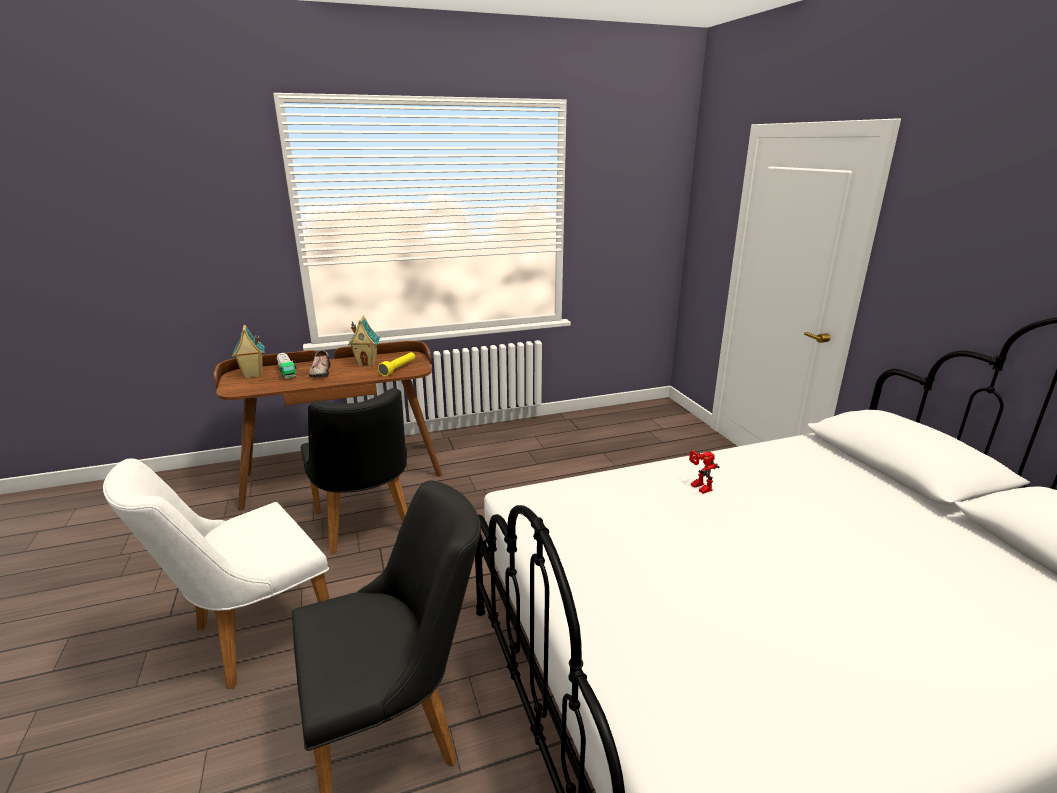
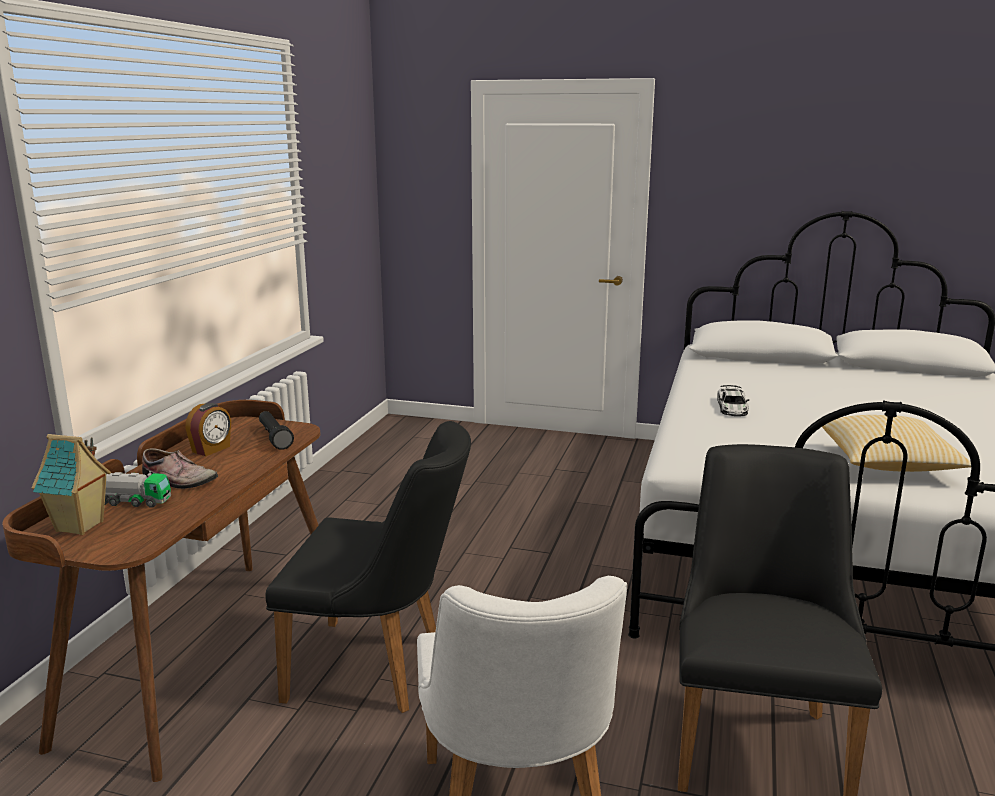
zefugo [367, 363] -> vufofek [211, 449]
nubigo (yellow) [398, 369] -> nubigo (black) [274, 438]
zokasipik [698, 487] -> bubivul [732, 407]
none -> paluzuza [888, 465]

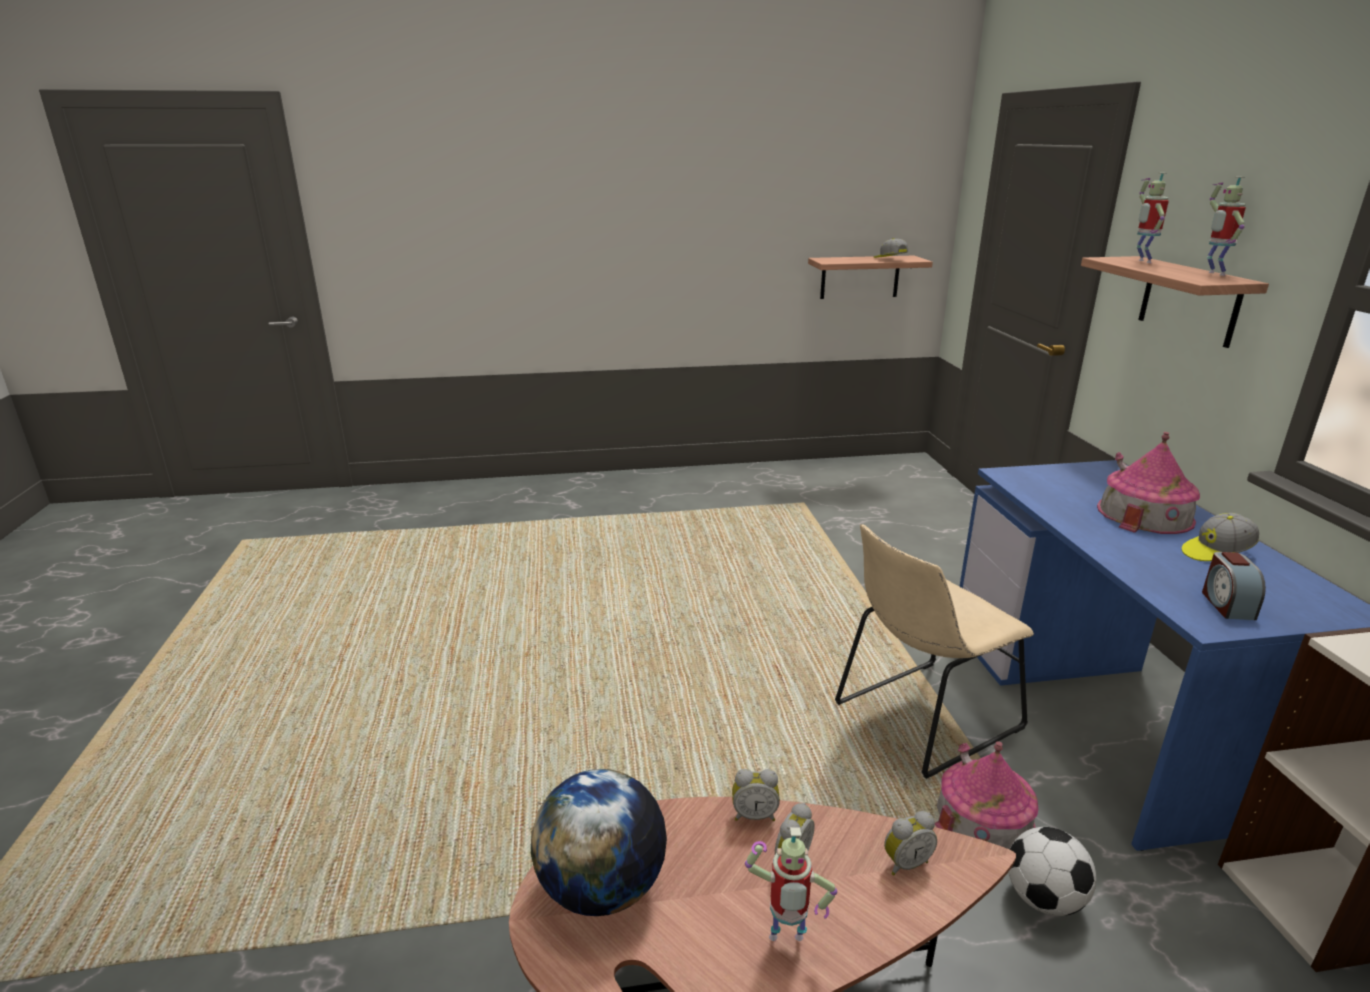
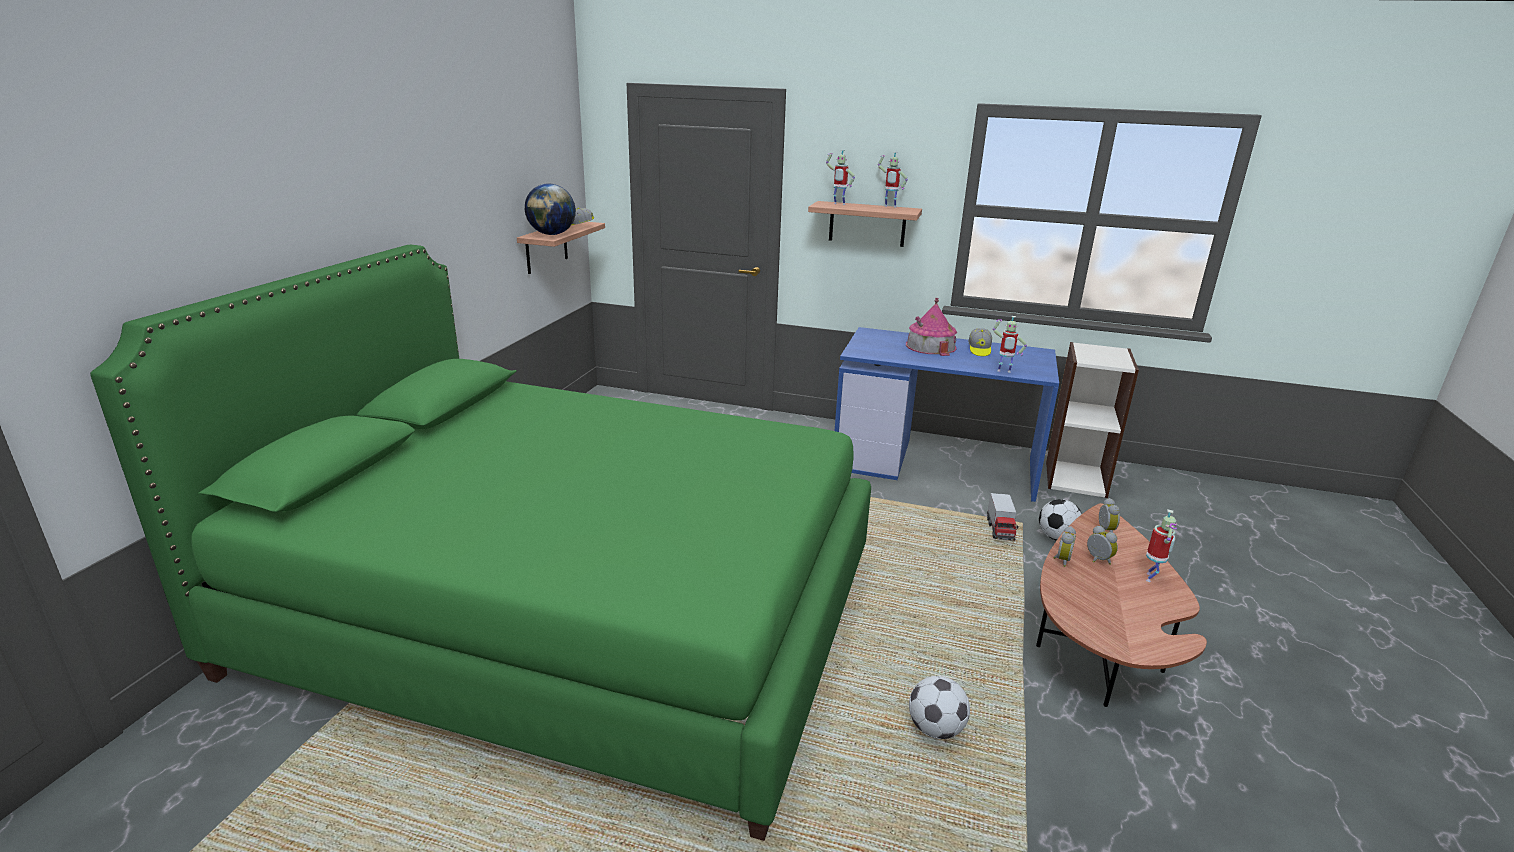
none -> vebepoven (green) [570, 616]
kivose [602, 888] -> kivose [552, 234], moved
none -> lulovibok [935, 729]
zefugo [983, 818] -> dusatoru [1000, 530]
none -> zokasipik [1003, 372]
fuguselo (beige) [921, 719] -> none
vufofek [1226, 604] -> none

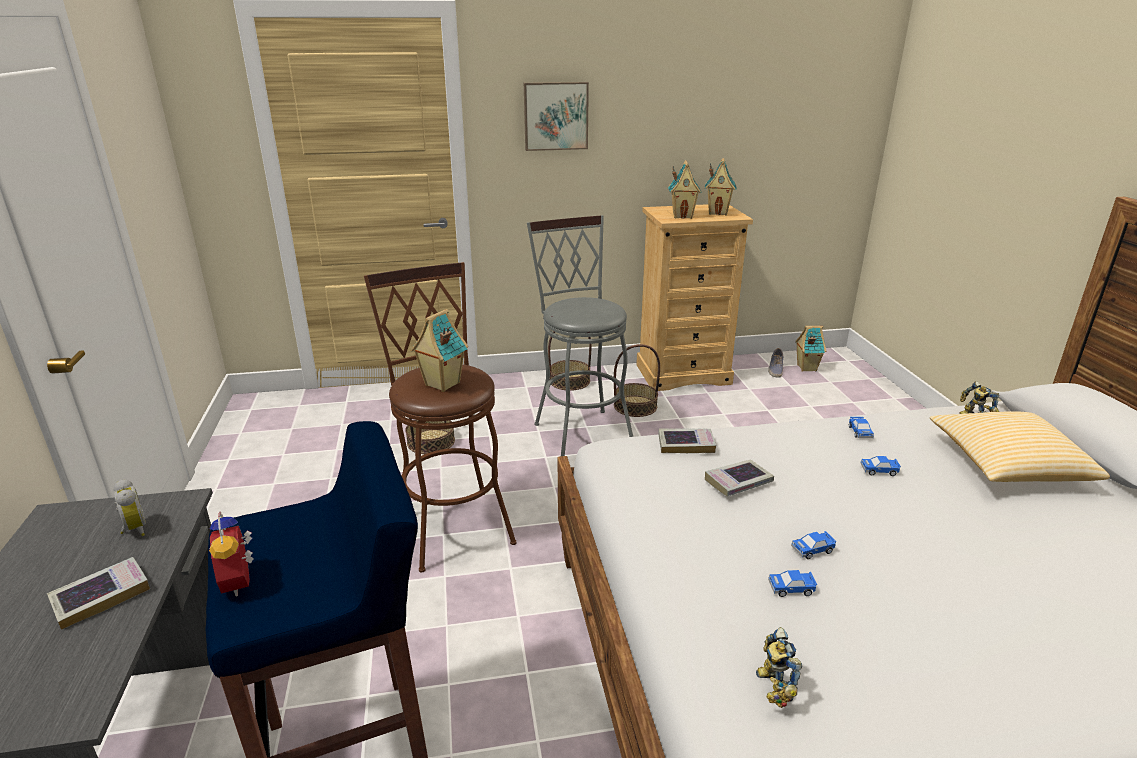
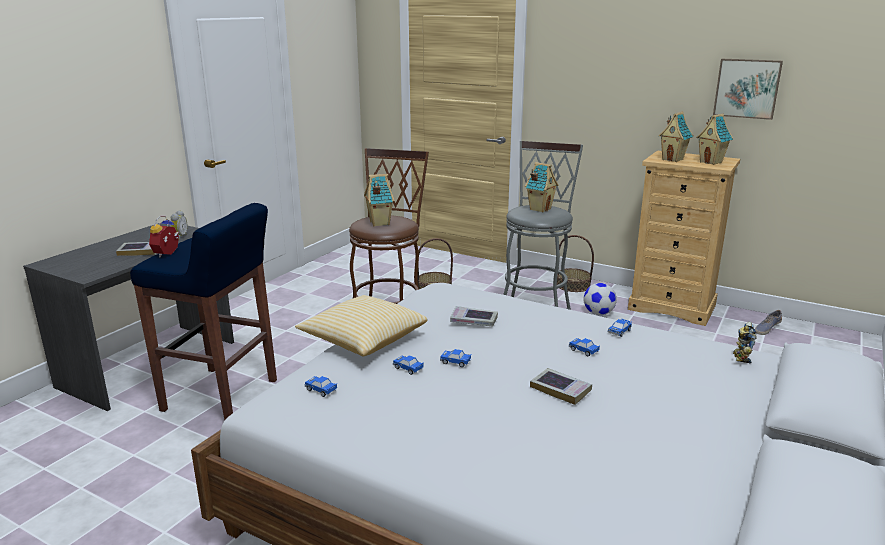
paluzuza [1006, 465] -> paluzuza [363, 340], moved
zokasipik [771, 687] -> bubivul [321, 390]
zefugo [806, 368] -> zefugo [540, 209], moved
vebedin [686, 444] -> vebedin [560, 389], moved
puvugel [635, 406] -> lulovibok [598, 313]
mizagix [555, 116] -> mizagix [747, 88], moved

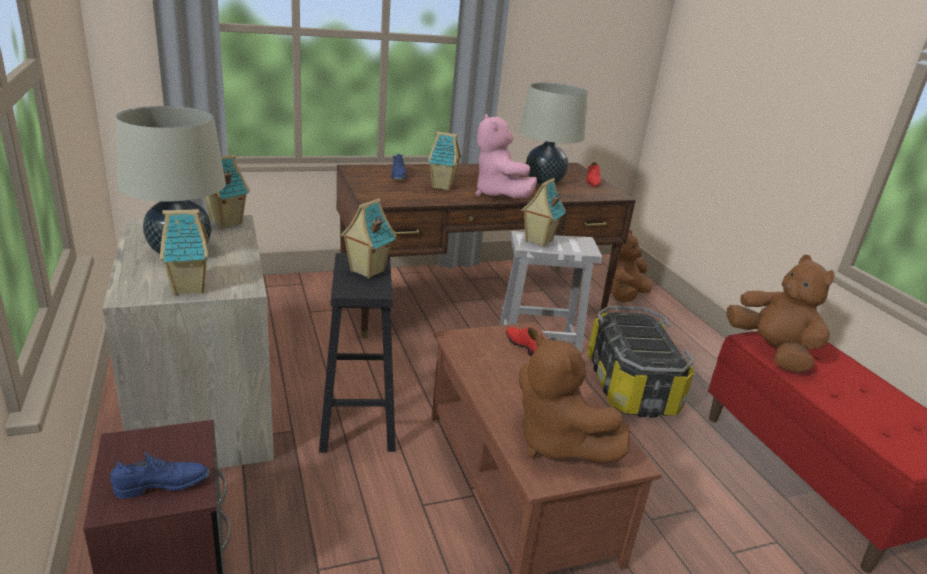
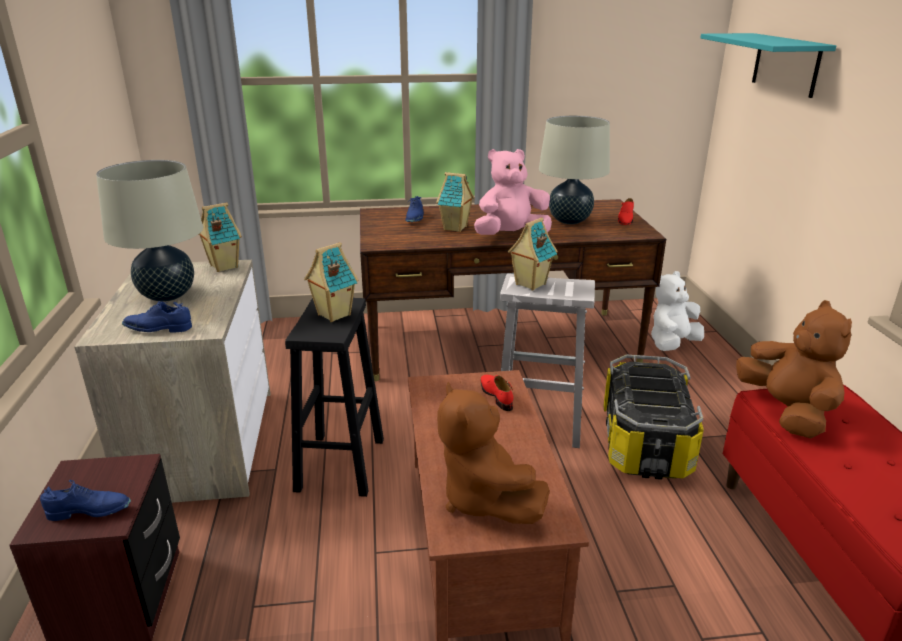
zefugo [190, 288] -> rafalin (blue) [158, 329]
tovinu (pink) [498, 195] -> tovinu (pink) [510, 236], 75 degrees clockwise
tovinu (brown) [624, 296] -> tovinu (white) [672, 344]
none -> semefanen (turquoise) [785, 64]

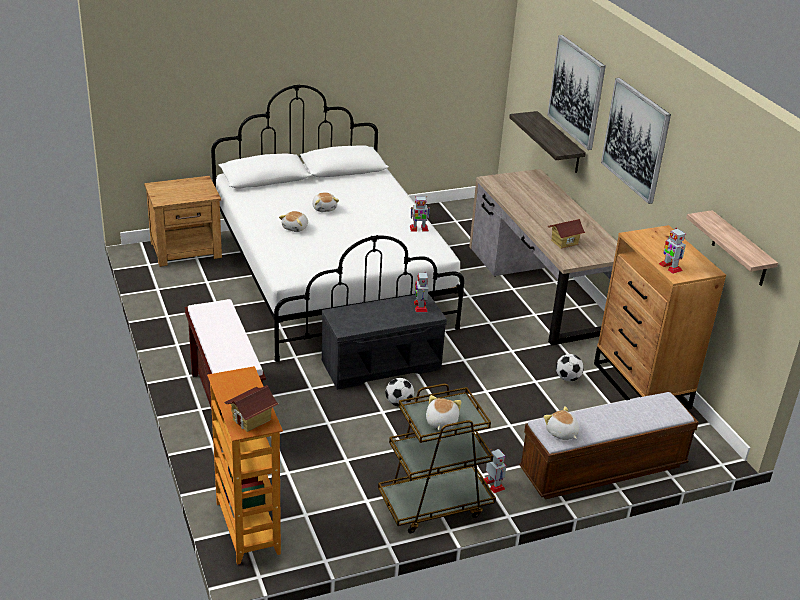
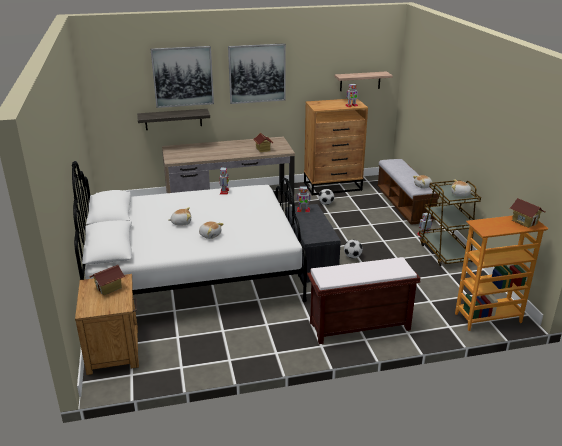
none -> zefugo [109, 288]

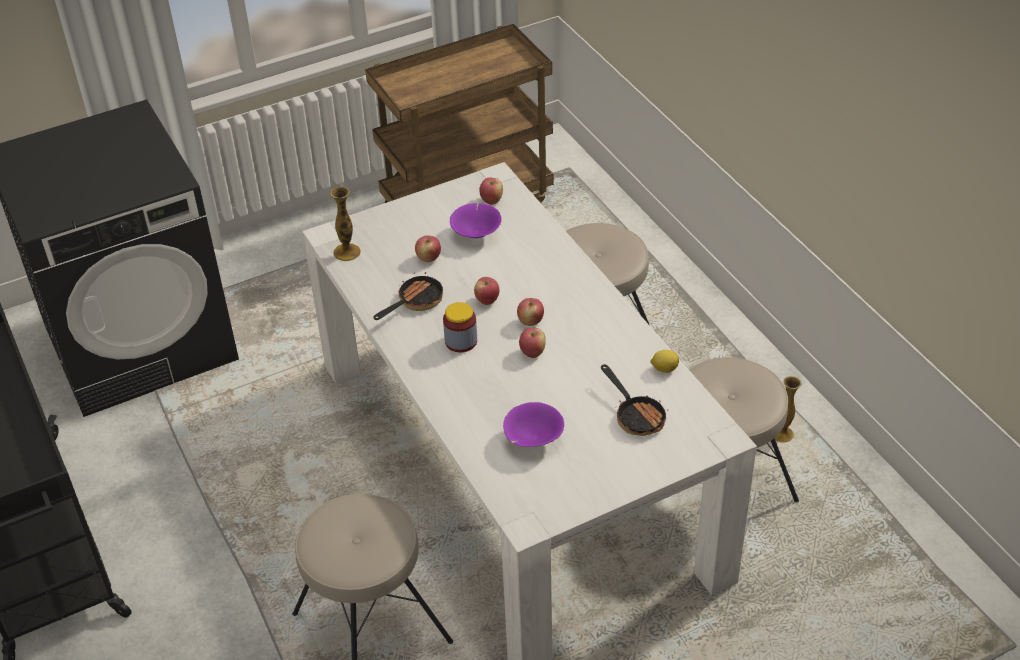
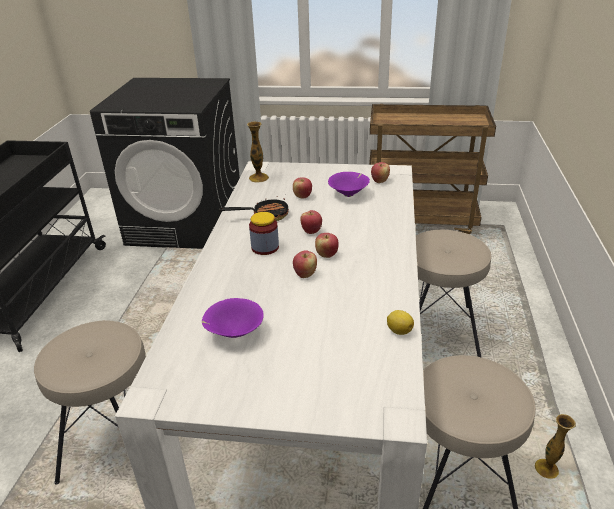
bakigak [636, 415] -> none

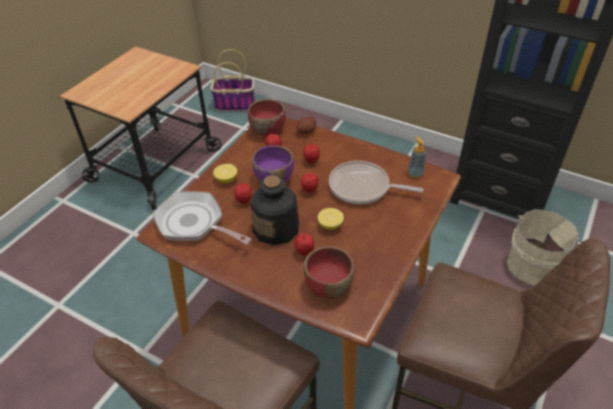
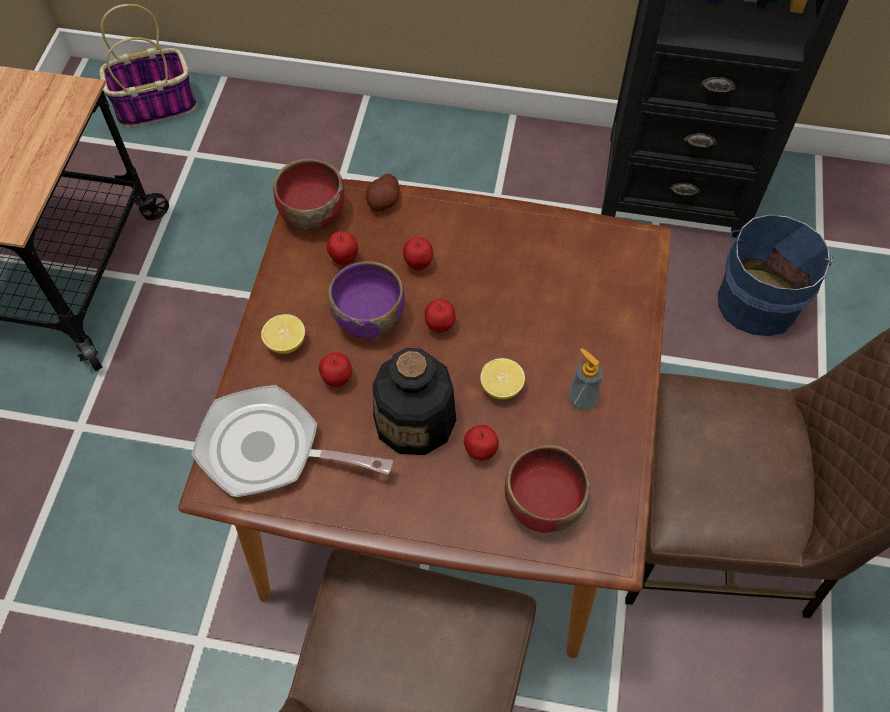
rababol [415, 174] -> rababol [582, 399], moved
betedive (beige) [534, 264] -> betedive (blue) [758, 299]
bakigak [363, 188] -> none

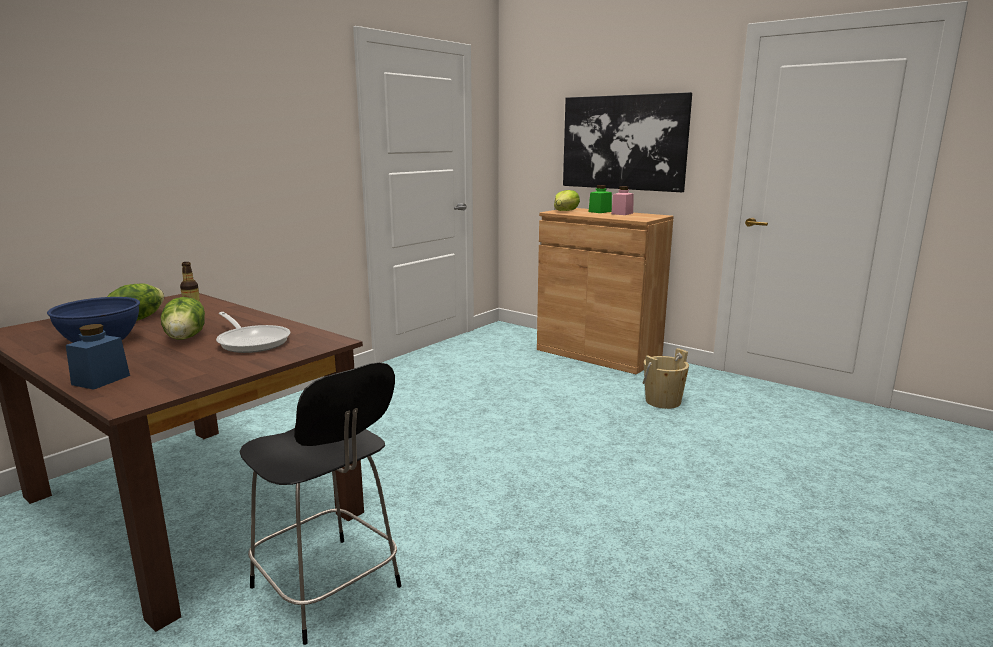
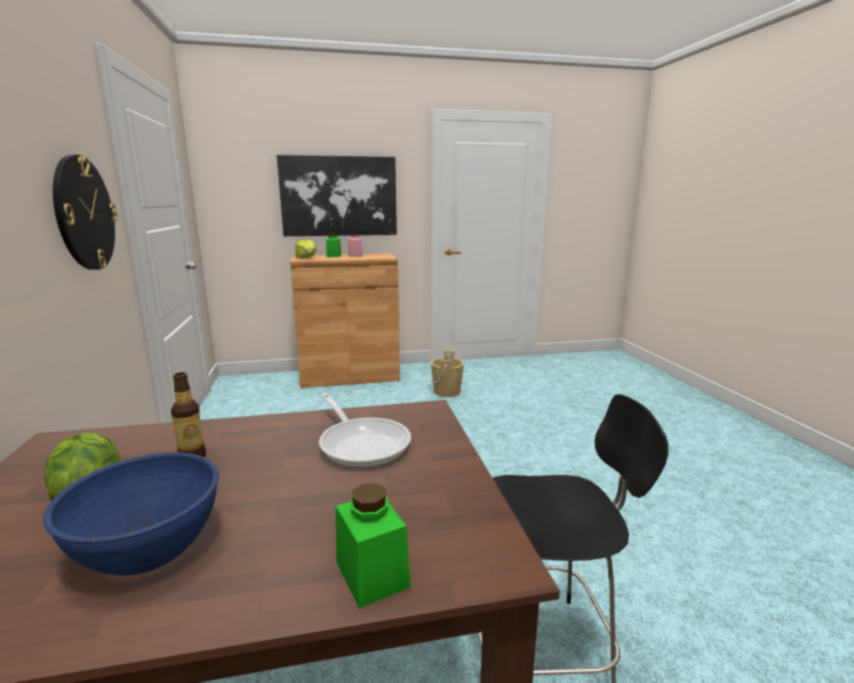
none -> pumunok [84, 213]
bakigak [252, 341] -> bakigak [362, 443], 60 degrees clockwise
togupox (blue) [101, 380] -> togupox (green) [372, 574]
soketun [186, 337] -> none

